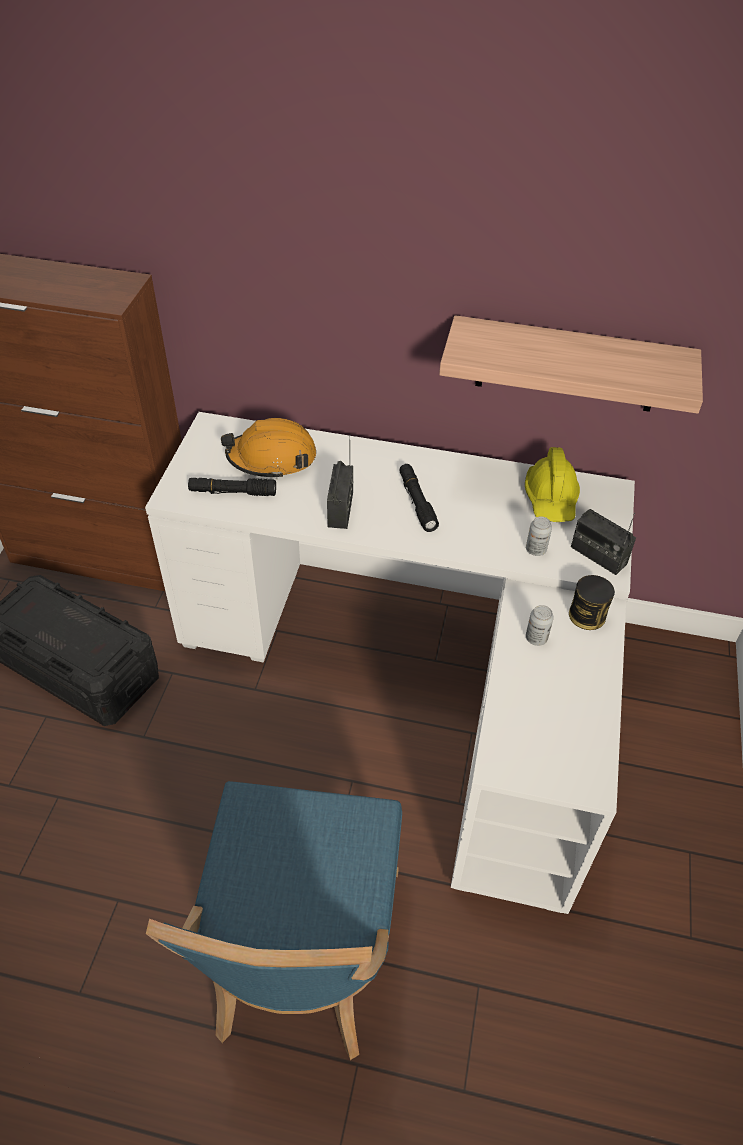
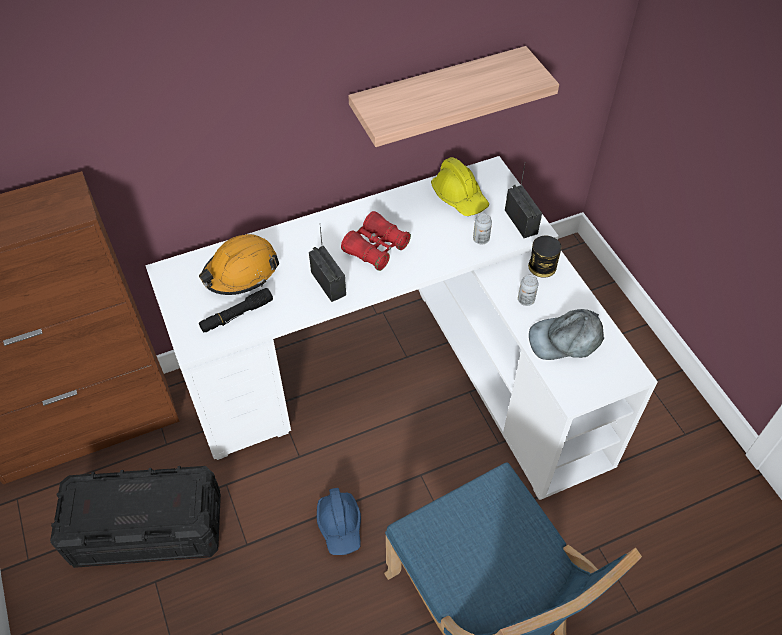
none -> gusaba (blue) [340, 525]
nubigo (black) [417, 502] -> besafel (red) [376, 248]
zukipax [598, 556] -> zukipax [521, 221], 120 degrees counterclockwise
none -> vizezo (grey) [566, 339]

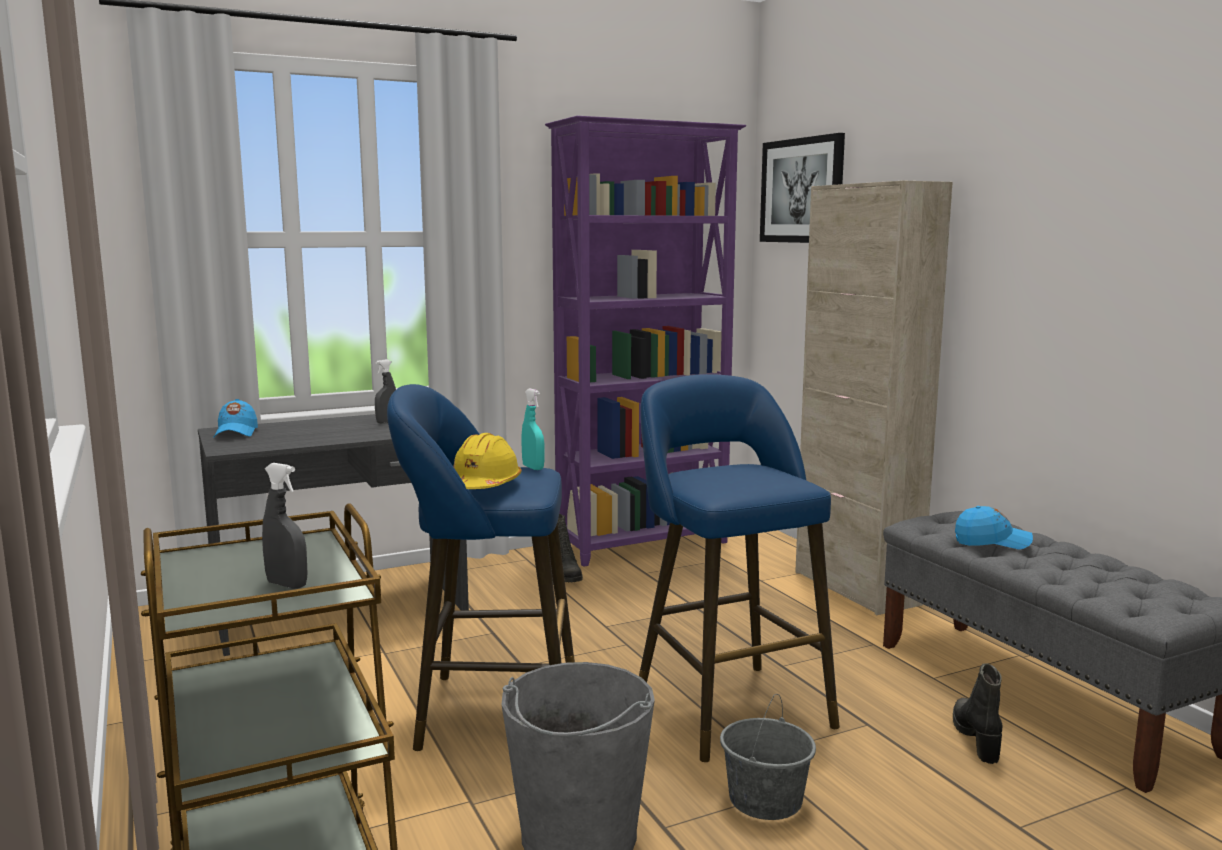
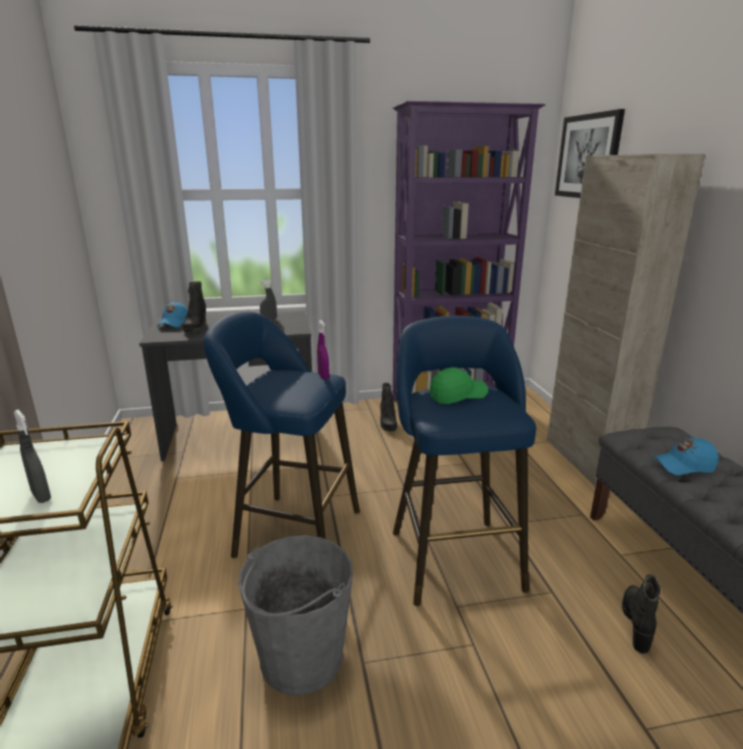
none -> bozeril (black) [195, 328]
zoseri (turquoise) [533, 468] -> zoseri (purple) [323, 376]
none -> vizezo (green) [458, 395]
vizezo (blue) [992, 542] -> vizezo (blue) [683, 466], 150 degrees clockwise
gusaba (yellow) [483, 485] -> none
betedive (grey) [765, 799] -> none

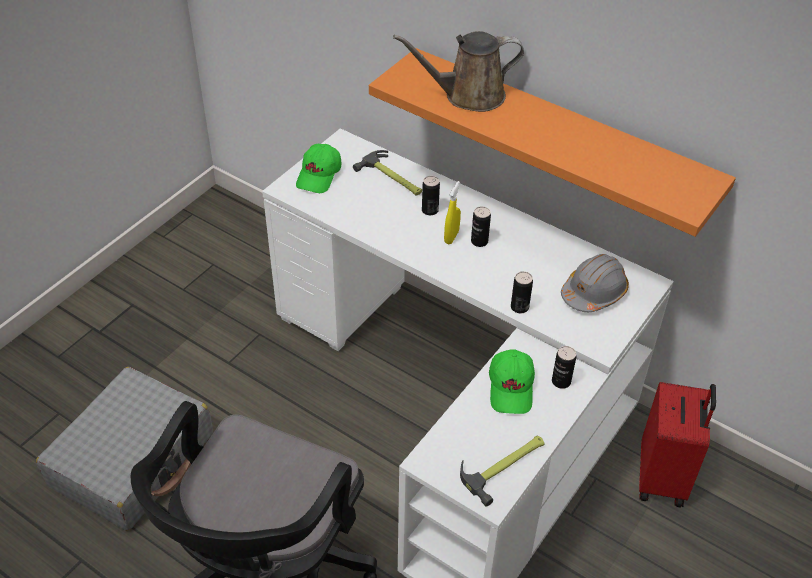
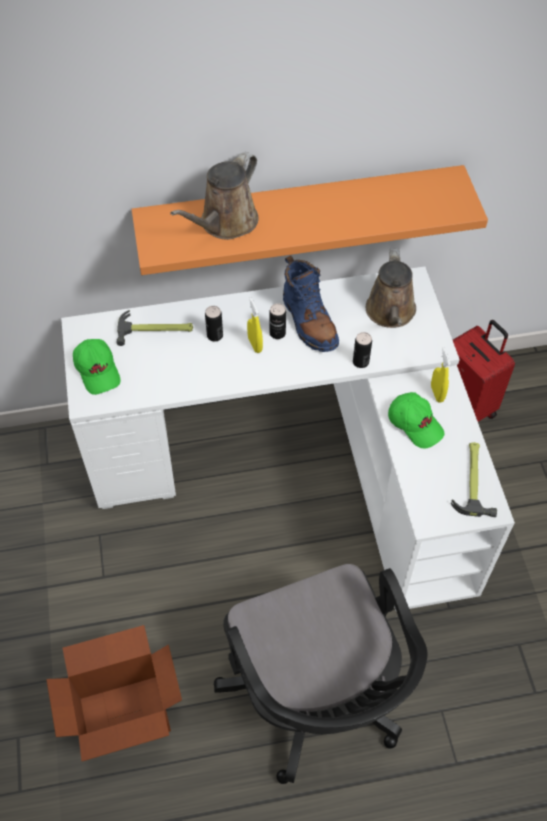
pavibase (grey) [133, 459] -> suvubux [124, 713]
none -> bozeril (blue) [309, 322]
gusaba (grey) [594, 292] -> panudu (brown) [391, 313]
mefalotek [561, 381] -> zoseri (yellow) [437, 393]

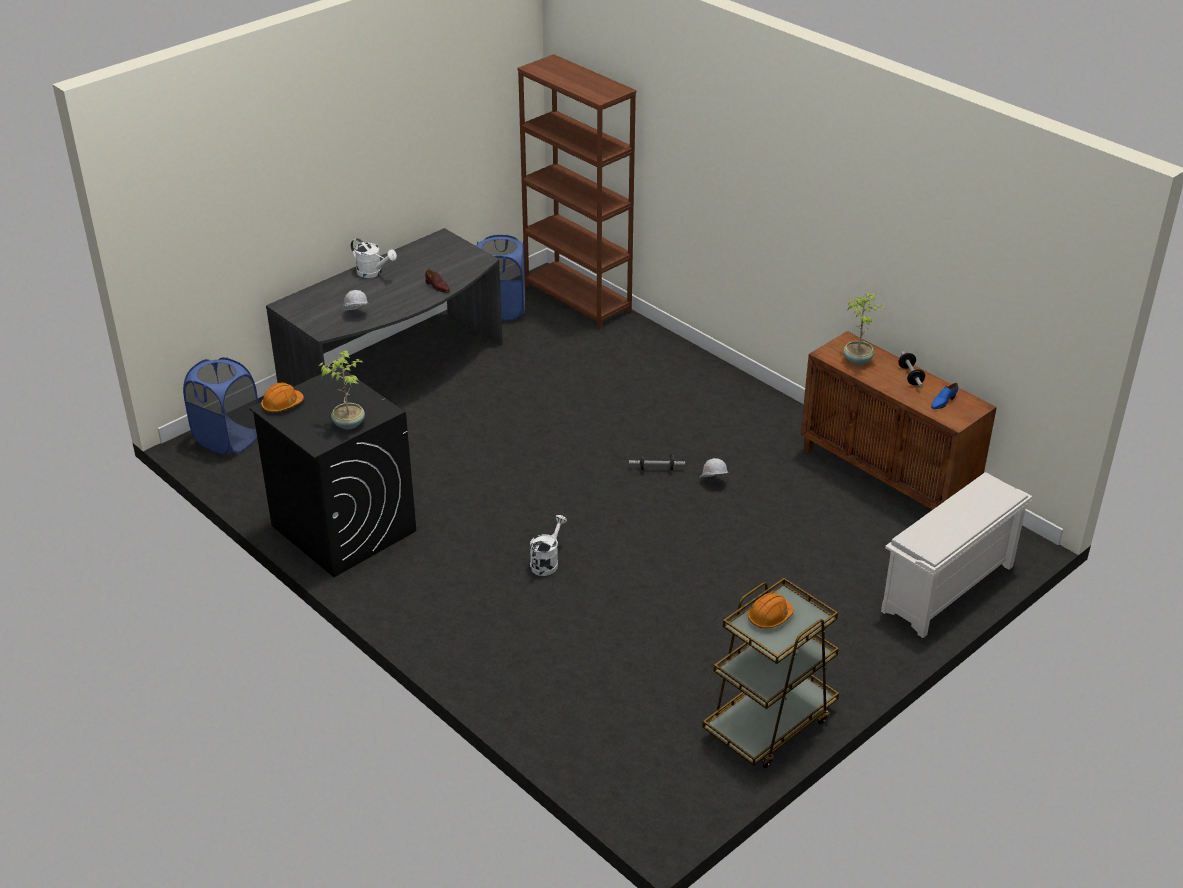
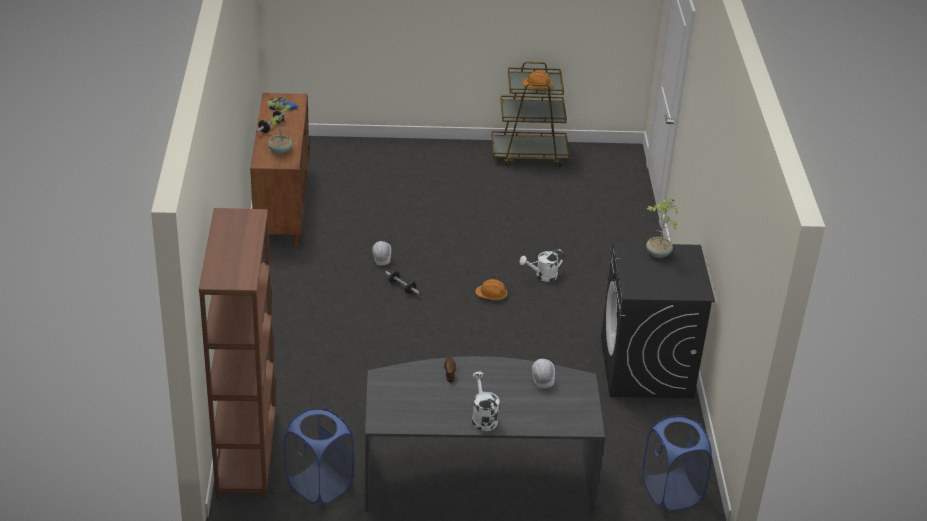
gusaba (orange) [282, 405] -> gusaba (orange) [491, 295], moved
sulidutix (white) [947, 590] -> none

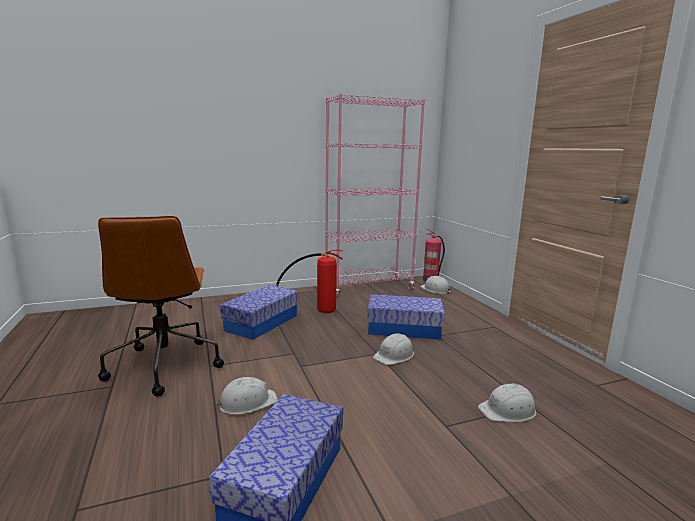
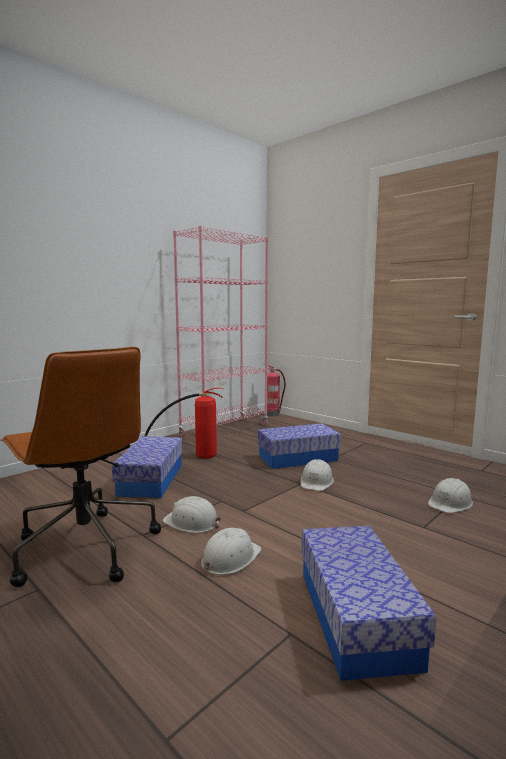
gusaba (white) [435, 289] -> gusaba (white) [192, 522], moved

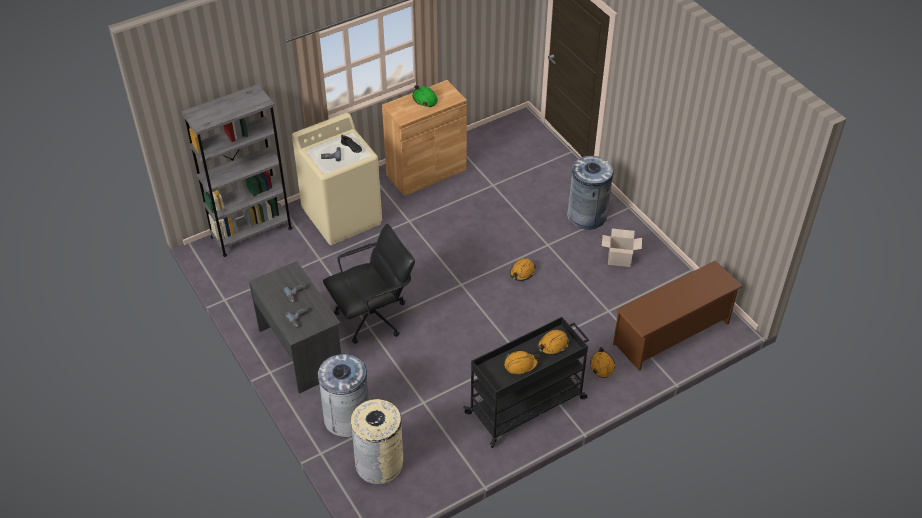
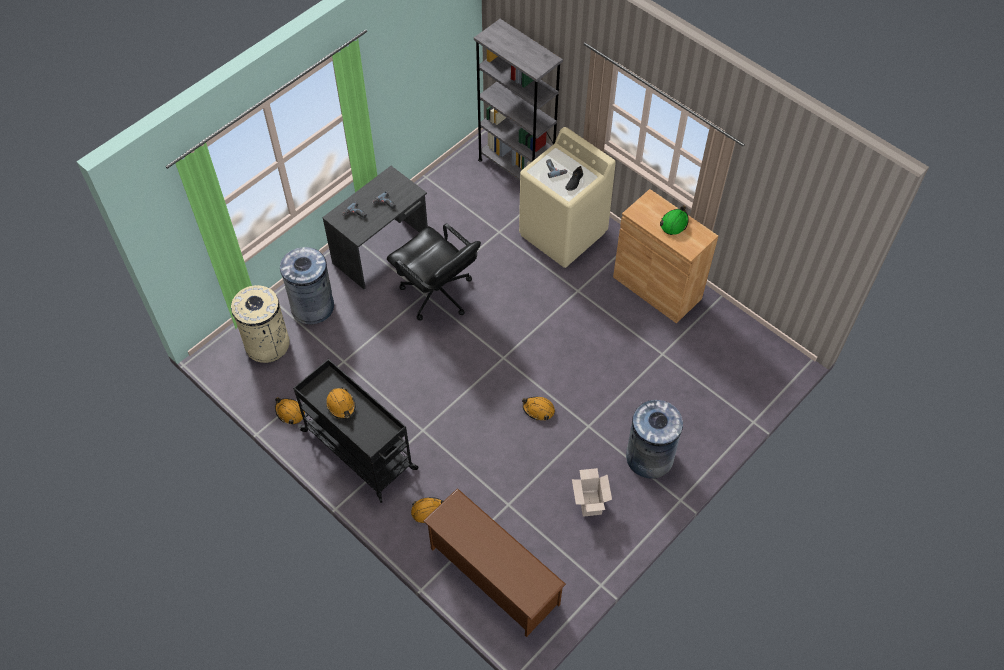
gusaba (orange) [553, 345] -> gusaba (orange) [290, 412], moved

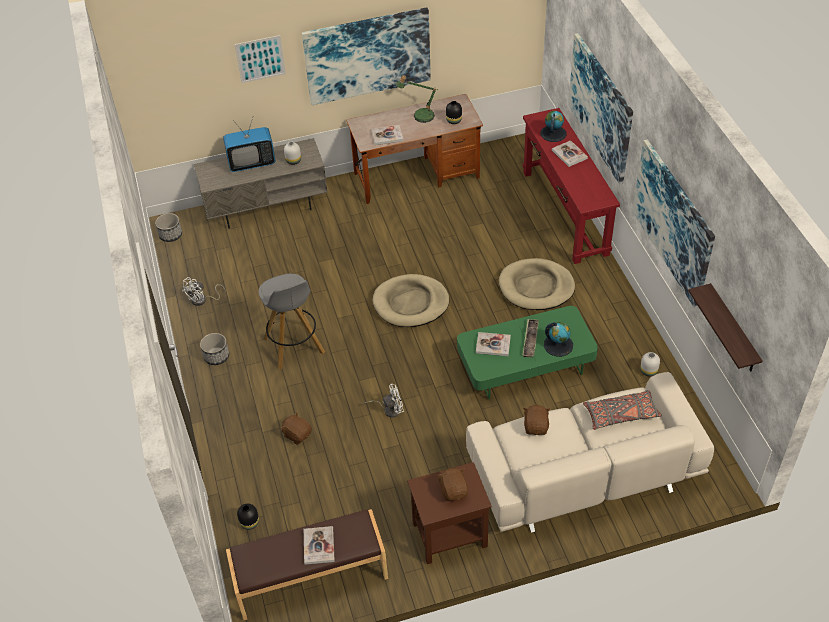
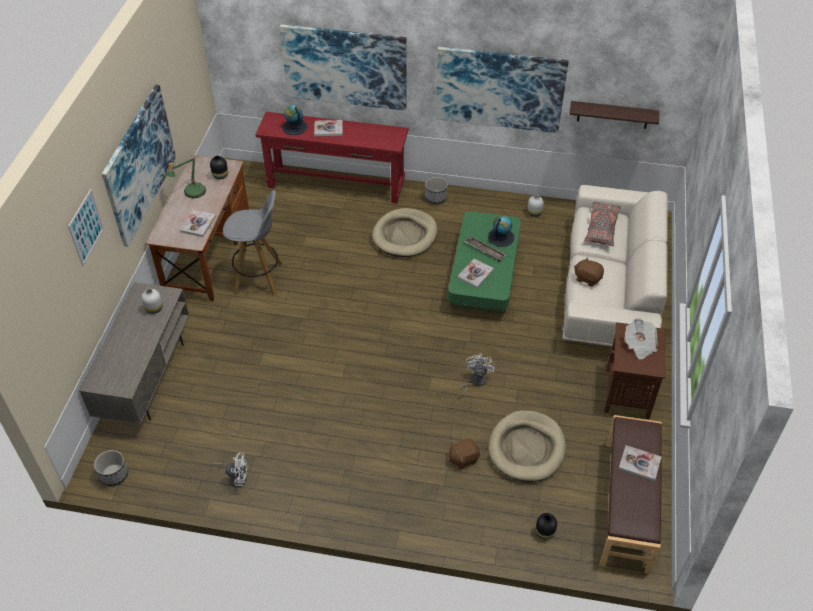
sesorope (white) [202, 300] -> sesorope (white) [235, 477], 60 degrees counterclockwise
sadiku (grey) [294, 346] -> sadiku (grey) [259, 278], moved
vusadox [216, 356] -> vusadox [435, 198], moved
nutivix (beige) [411, 303] -> nutivix (beige) [527, 448], moved
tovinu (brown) [453, 491] -> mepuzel [639, 345]
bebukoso [252, 163] -> none

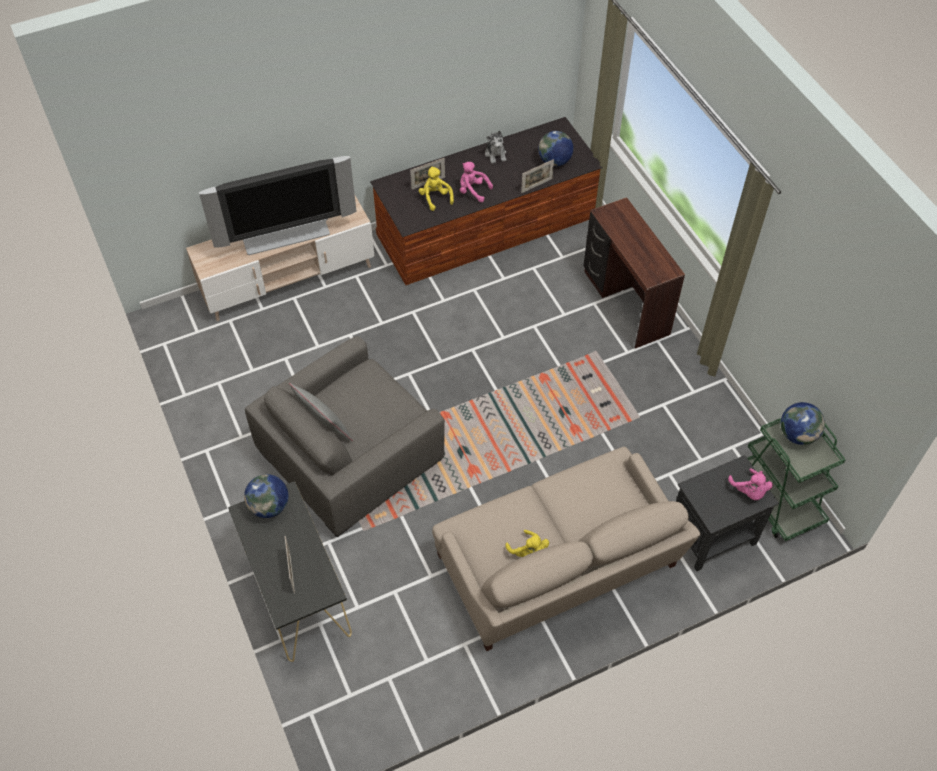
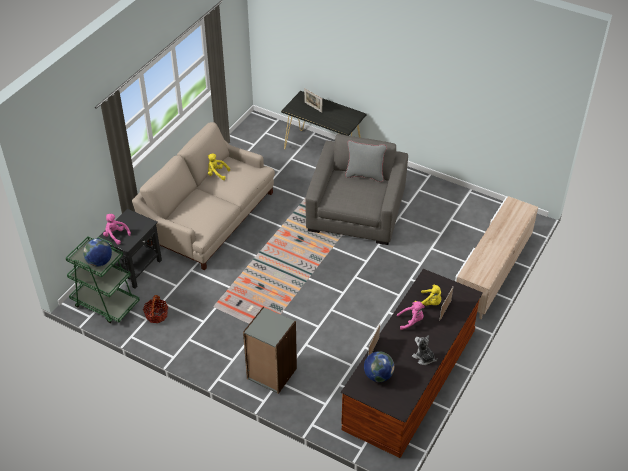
none -> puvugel [156, 315]
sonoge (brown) [624, 303] -> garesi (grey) [271, 374]
bebukoso [286, 236] -> none
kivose [269, 506] -> none

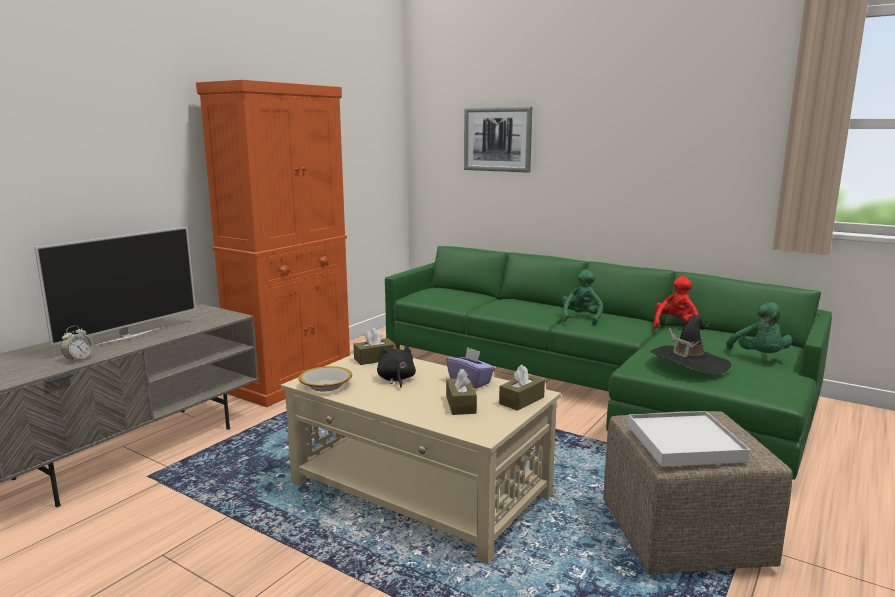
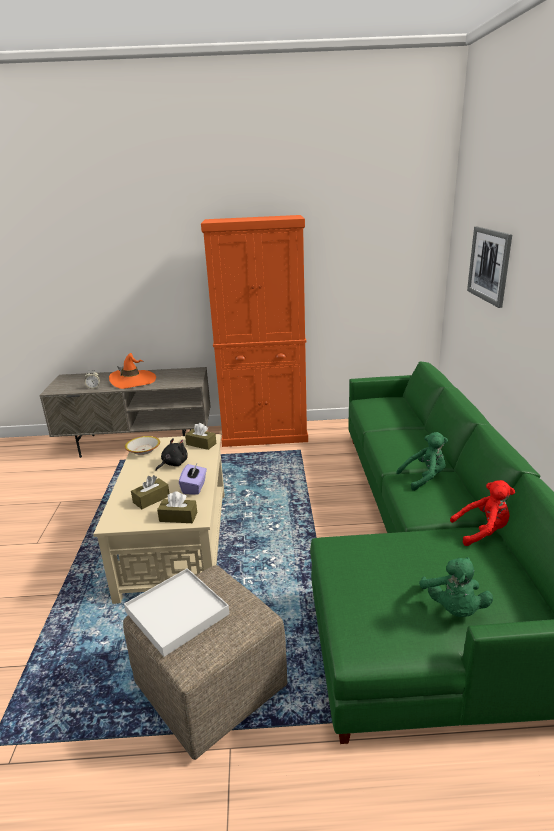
bebukoso [127, 337] -> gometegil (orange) [133, 380]
tovinu (green) [759, 356] -> tovinu (green) [453, 608], 45 degrees counterclockwise
gometegil (black) [689, 362] -> none

